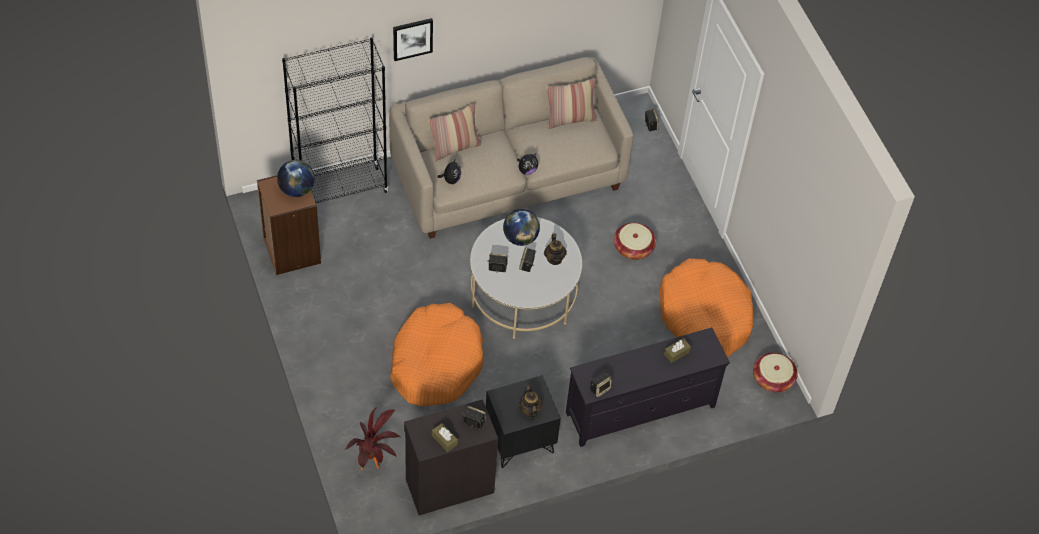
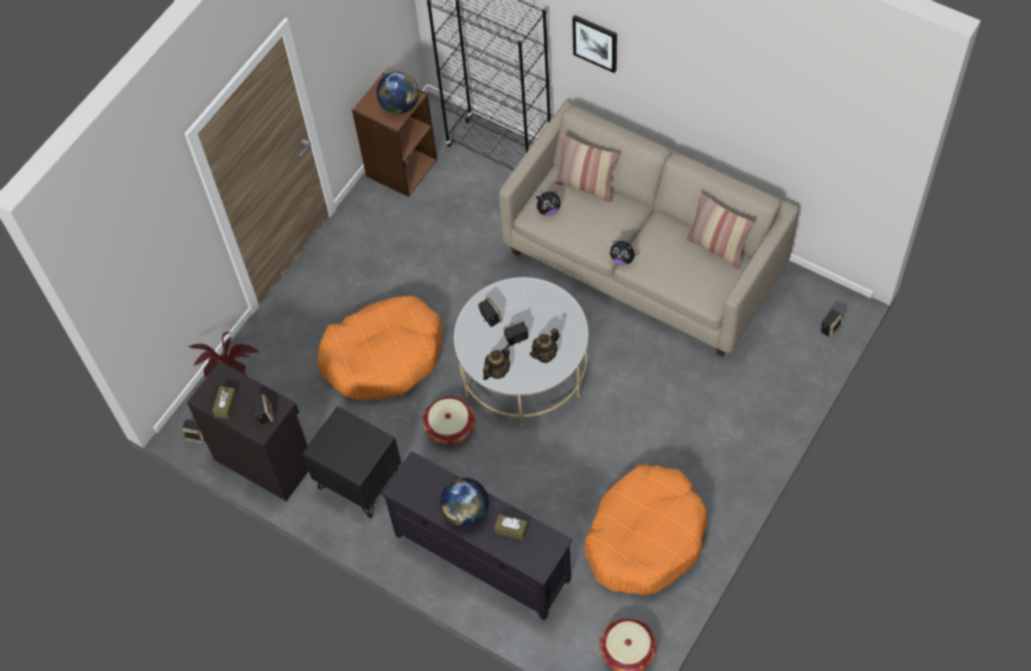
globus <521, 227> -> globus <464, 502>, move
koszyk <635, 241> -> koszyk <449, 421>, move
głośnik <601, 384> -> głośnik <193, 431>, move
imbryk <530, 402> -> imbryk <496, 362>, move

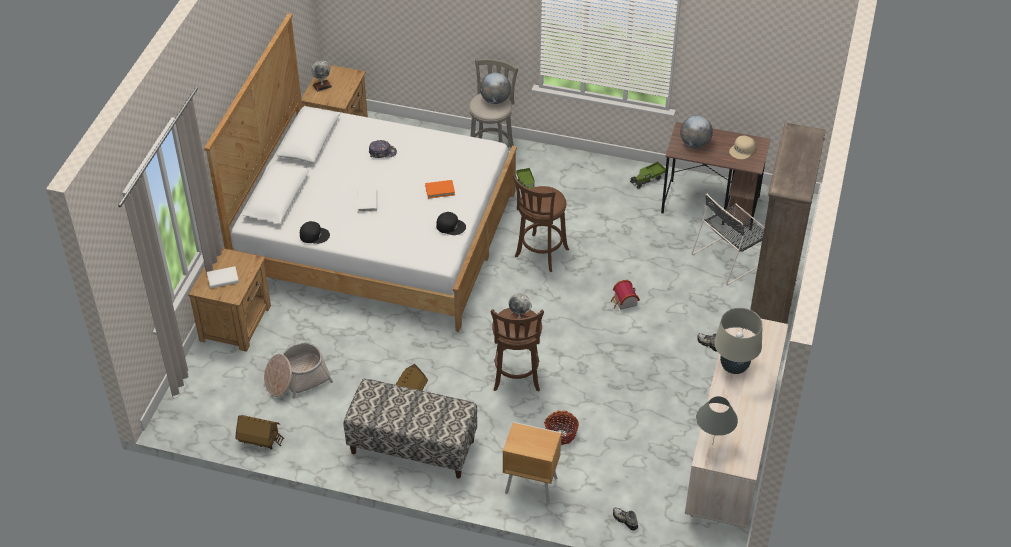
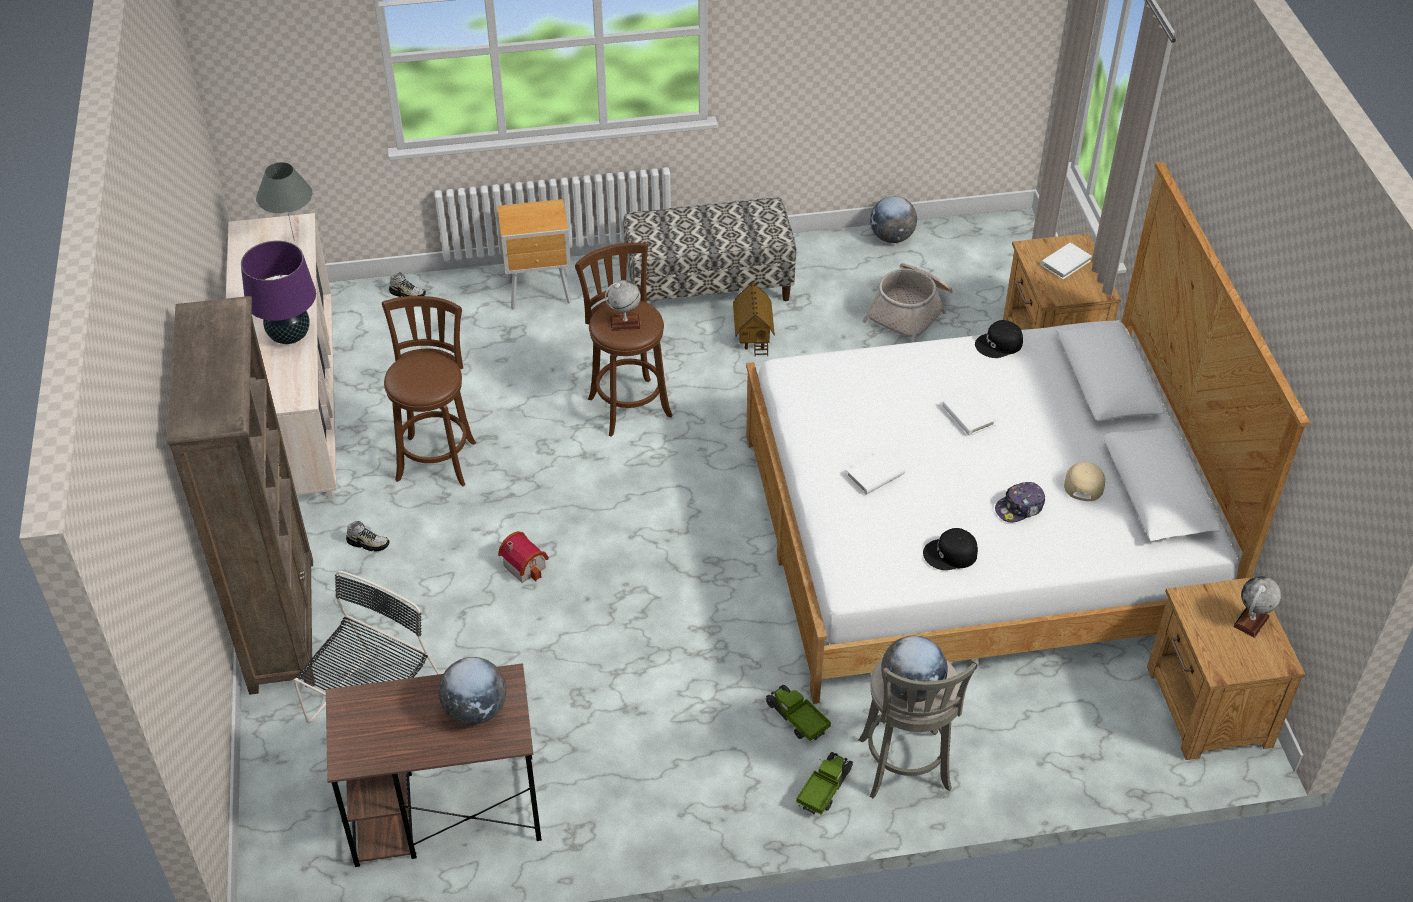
czapka z daszkiem [beżowy] <742, 147> -> czapka z daszkiem [beżowy] <1085, 481>, move
ciężarówka zabawkowa <648, 175> -> ciężarówka zabawkowa <824, 783>, move
stołek [brązowy] <541, 223> -> stołek [brązowy] <429, 391>, move
książka [pomarańczowy] <440, 189> -> książka [biały] <875, 472>
czapka z daszkiem [czarny] <451, 223> -> czapka z daszkiem [czarny] <950, 549>, move
lampa stołowa [beżowy] <739, 341> -> lampa stołowa [fioletowy] <278, 292>
koszyk <561, 428> -> none
domek <259, 432> -> globus <893, 219>

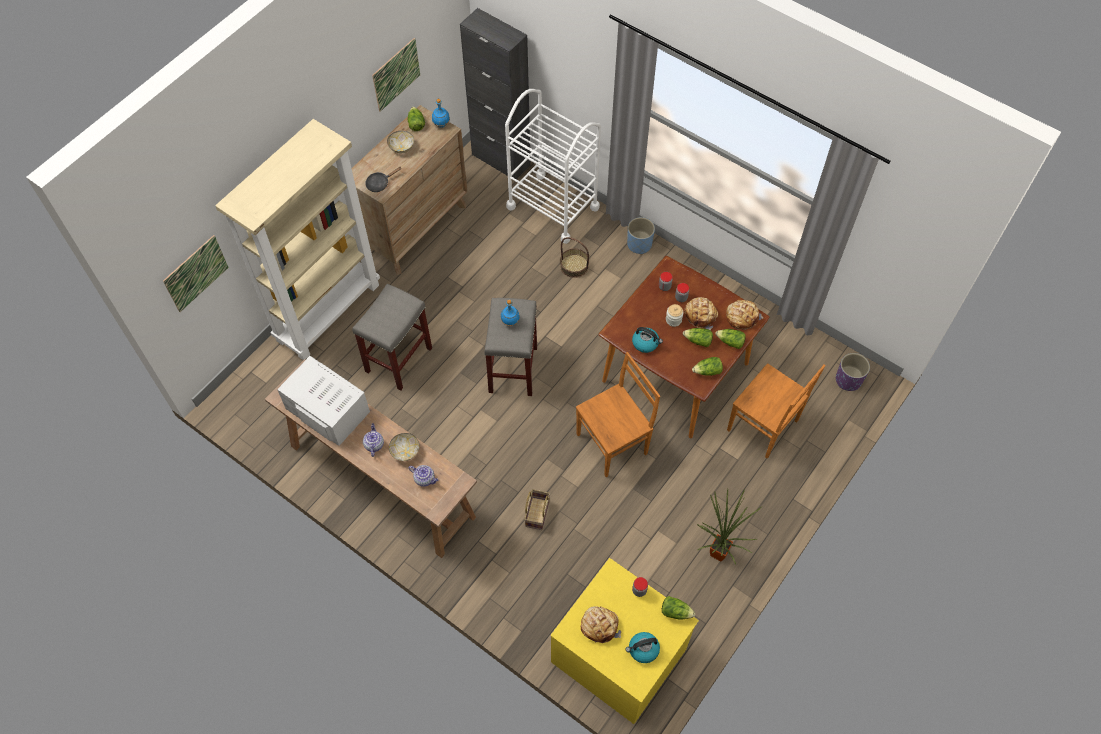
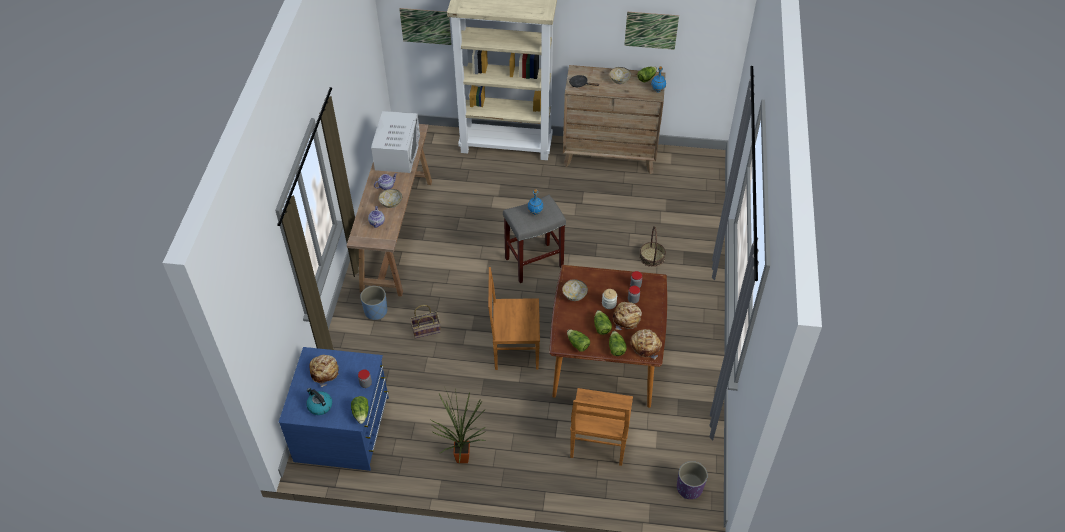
szafka [czarny] <495, 93> -> none
wózek [biały] <553, 166> -> none
donica [niebieski] <641, 235> -> donica [niebieski] <373, 303>, move
stołek [szary] <392, 337> -> none
czajnik <647, 340> -> miska <575, 290>
krzesło [brązowy] <618, 414> -> krzesło [brązowy] <514, 318>, 150 degrees clockwise
komoda [żółty] <625, 641> -> komoda [niebieski] <334, 409>

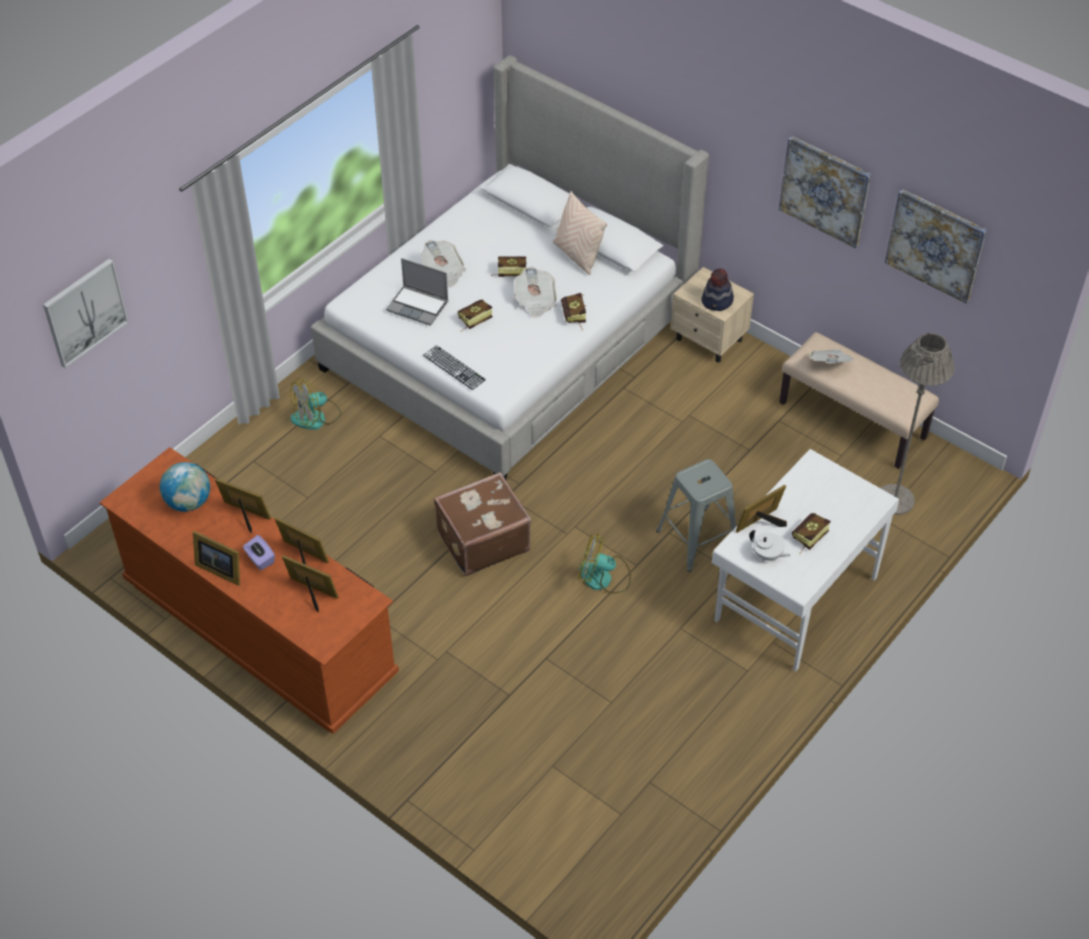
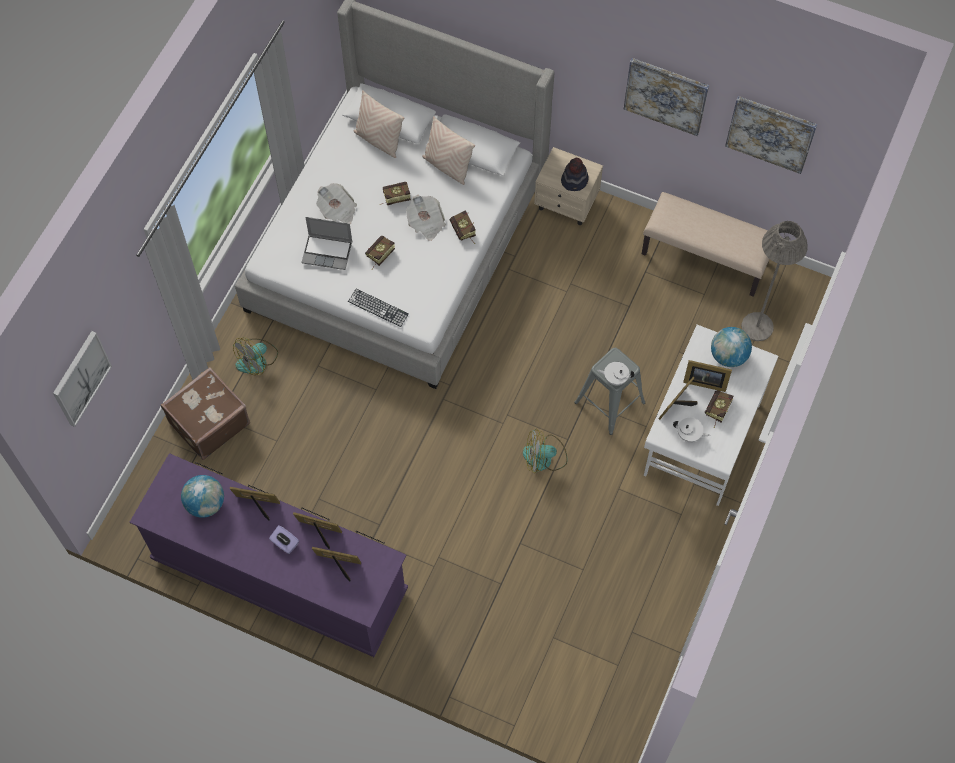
gazeta <831, 356> -> none
komoda [brązowy] <249, 590> -> komoda [fioletowy] <269, 555>
walizka [brązowy] <482, 524> -> walizka [brązowy] <205, 413>, move
ramka na zdjęcie <216, 558> -> ramka na zdjęcie <707, 376>, move
none -> poduszka [beżowy] <378, 124>
none -> globus <731, 347>
none -> imbryk [biały] <615, 373>

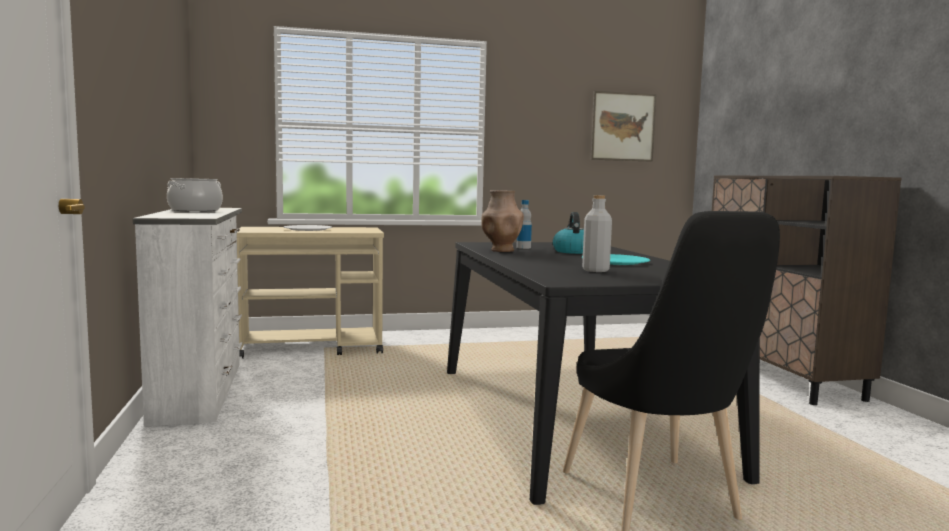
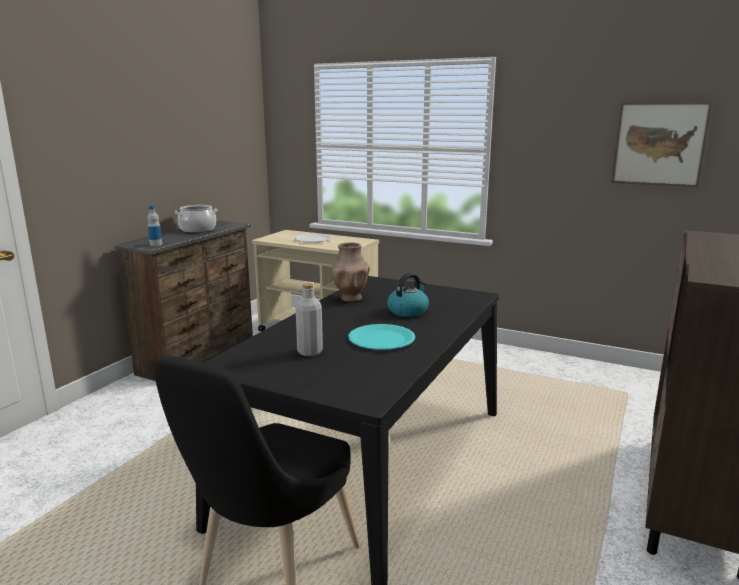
butelka <524, 224> -> butelka <154, 225>, move
komoda [biały] <187, 317> -> komoda [brązowy] <183, 300>

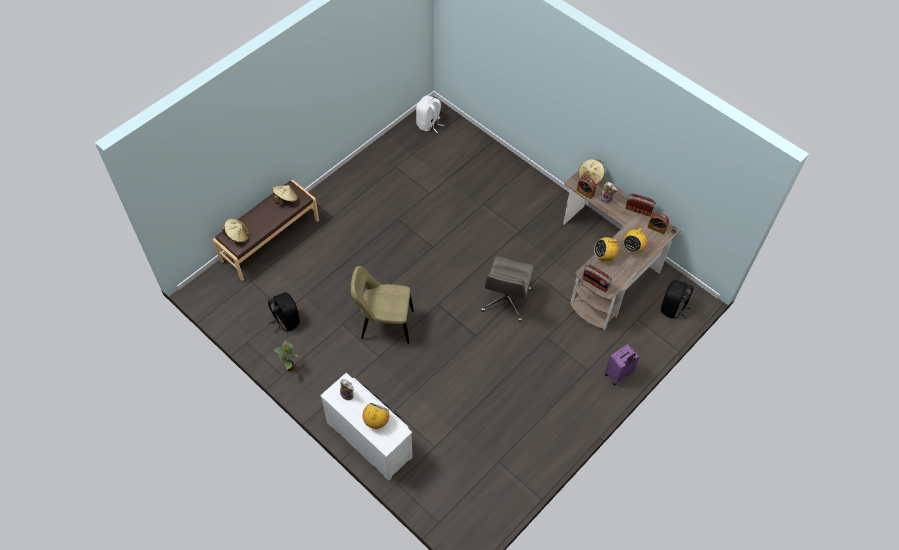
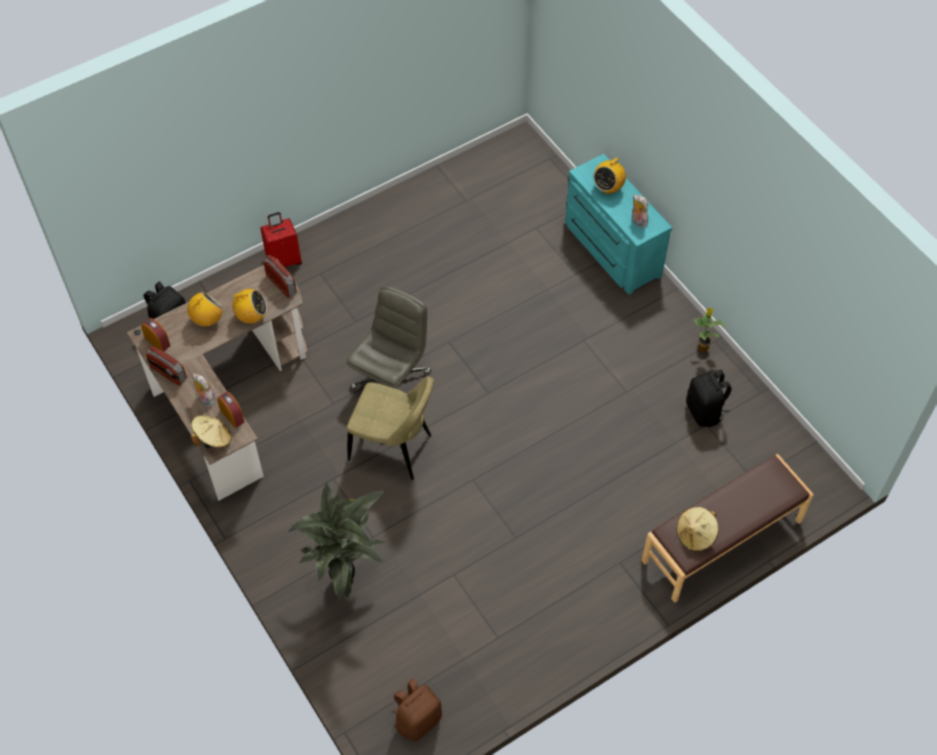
plecak [biały] <430, 114> -> plecak [brązowy] <417, 710>
kapelusz [beżowy] <235, 231> -> none
krzesło [beżowy] <382, 305> -> krzesło [beżowy] <390, 428>, move
walizka [fioletowy] <622, 365> -> walizka [czerwony] <281, 239>
komoda [biały] <366, 427> -> komoda [turkusowy] <618, 224>
none -> roślina doniczkowa <337, 541>

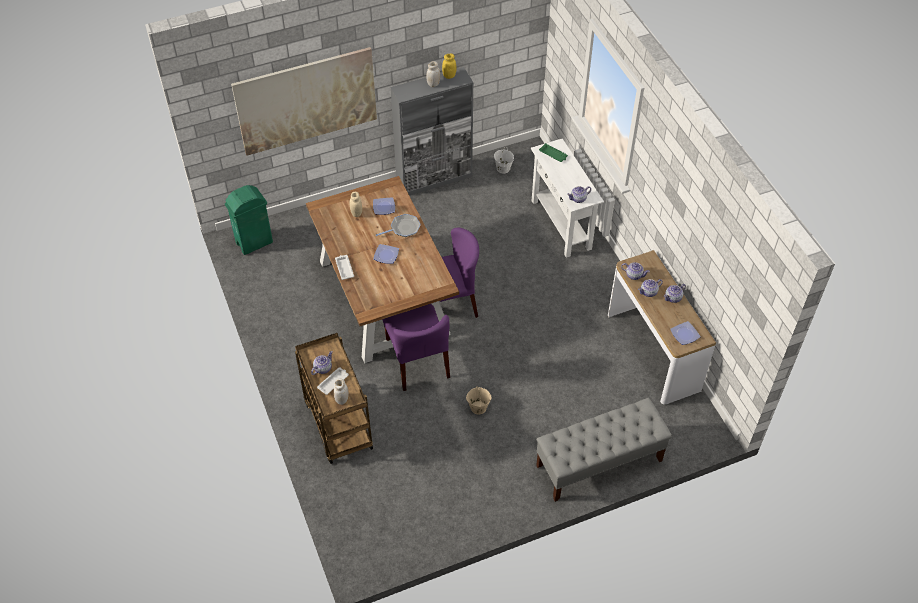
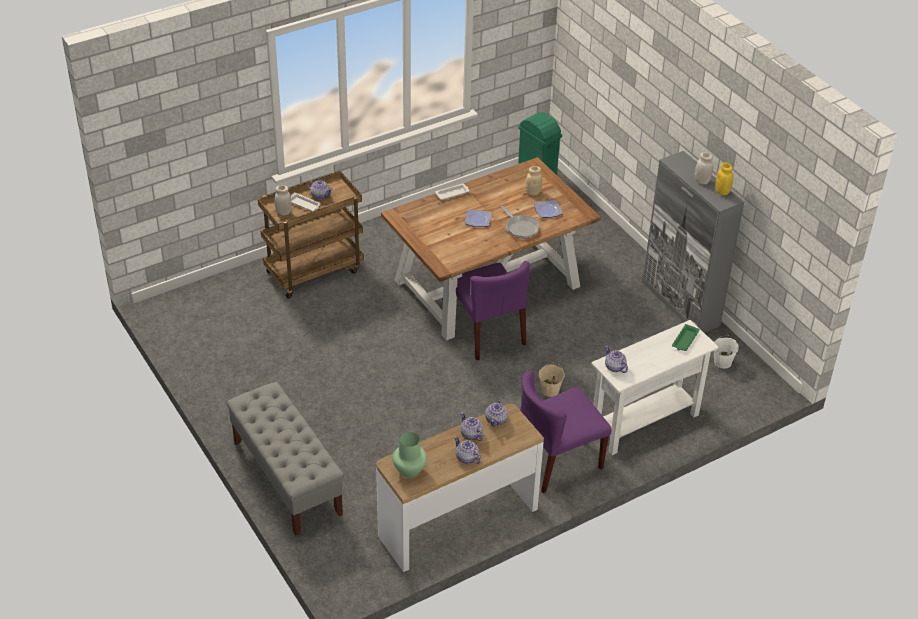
obraz <304, 101> -> none
krzesło [fioletowy] <416, 347> -> krzesło [fioletowy] <566, 432>, move
talerz <685, 333> -> wazon [zielony] <410, 454>
wiadro [beżowy] <478, 400> -> wiadro [beżowy] <552, 380>, move

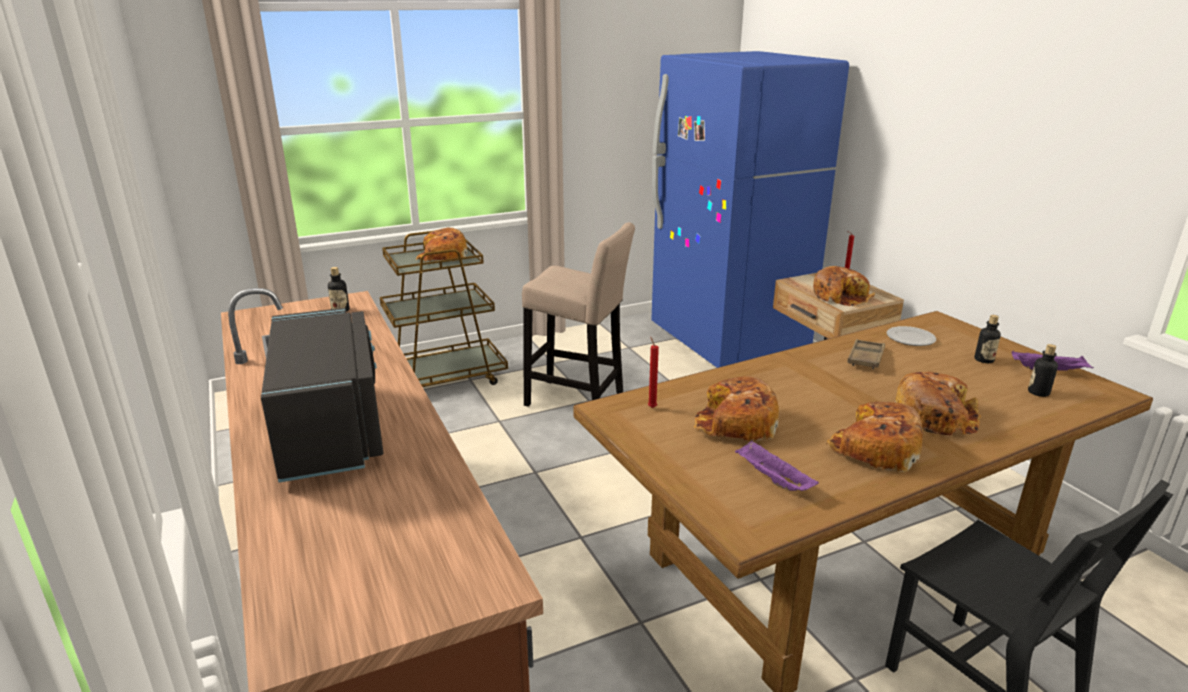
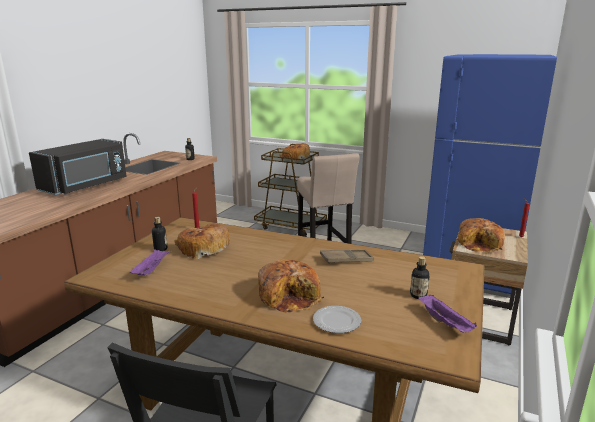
talerz <911, 336> -> talerz <337, 319>, move
butelka <1043, 370> -> butelka <159, 234>, move
chleb <875, 437> -> none

